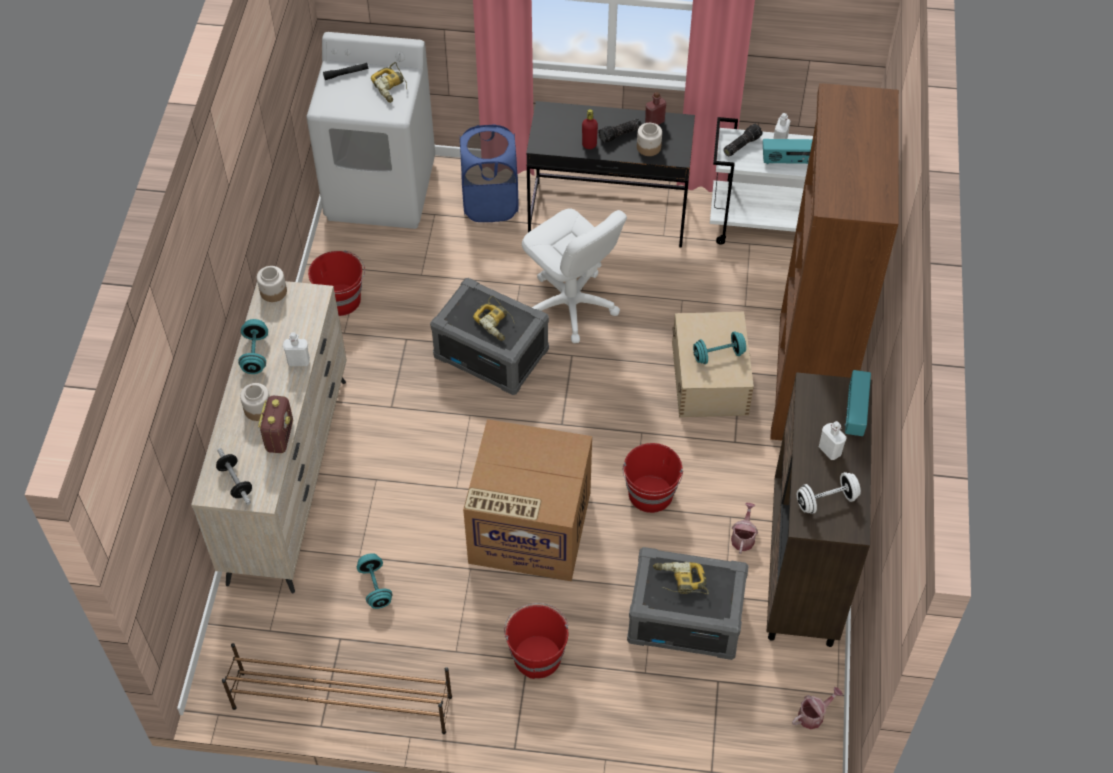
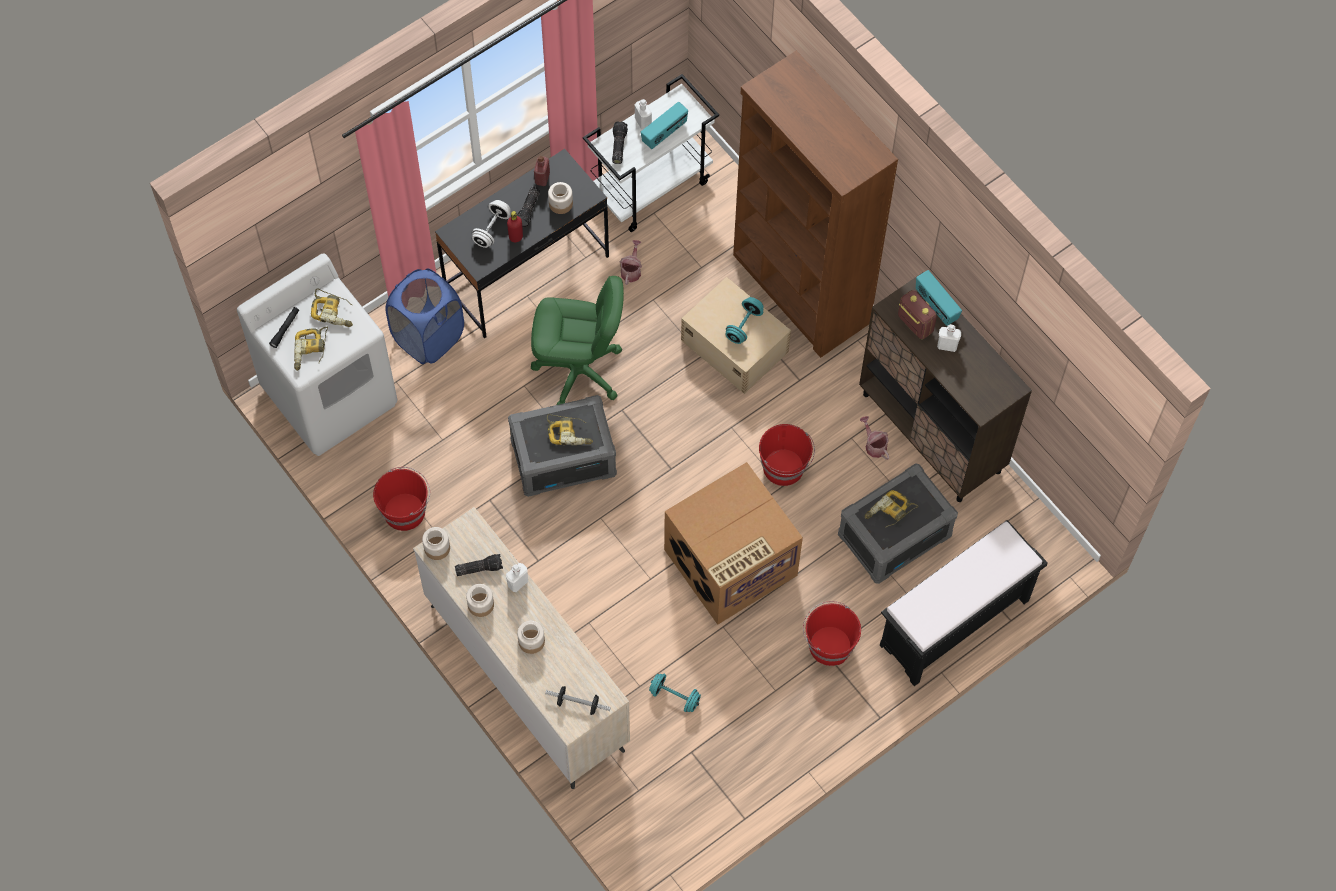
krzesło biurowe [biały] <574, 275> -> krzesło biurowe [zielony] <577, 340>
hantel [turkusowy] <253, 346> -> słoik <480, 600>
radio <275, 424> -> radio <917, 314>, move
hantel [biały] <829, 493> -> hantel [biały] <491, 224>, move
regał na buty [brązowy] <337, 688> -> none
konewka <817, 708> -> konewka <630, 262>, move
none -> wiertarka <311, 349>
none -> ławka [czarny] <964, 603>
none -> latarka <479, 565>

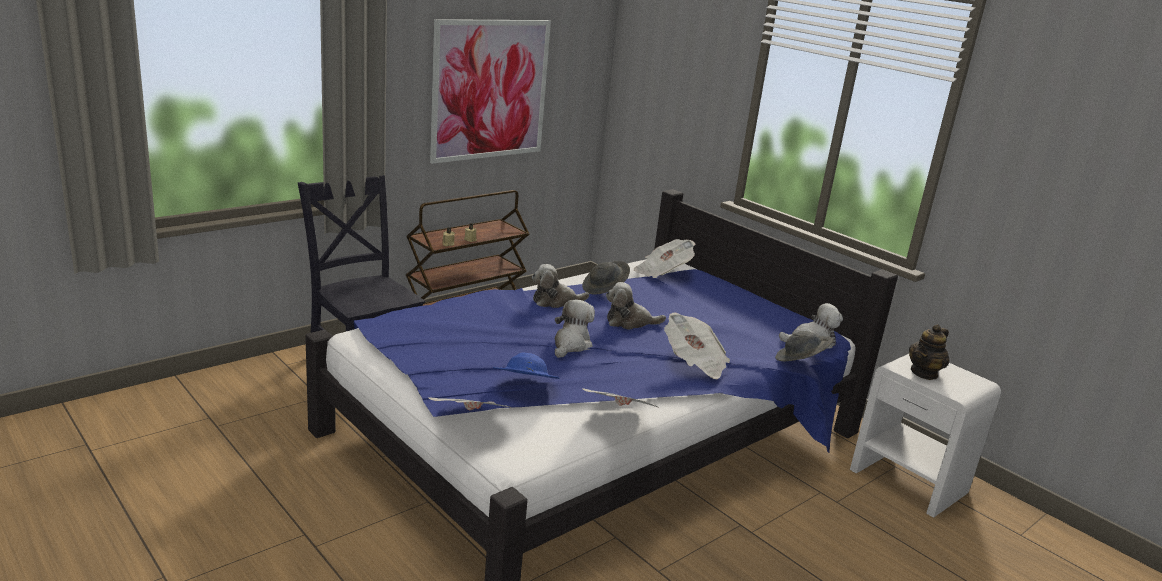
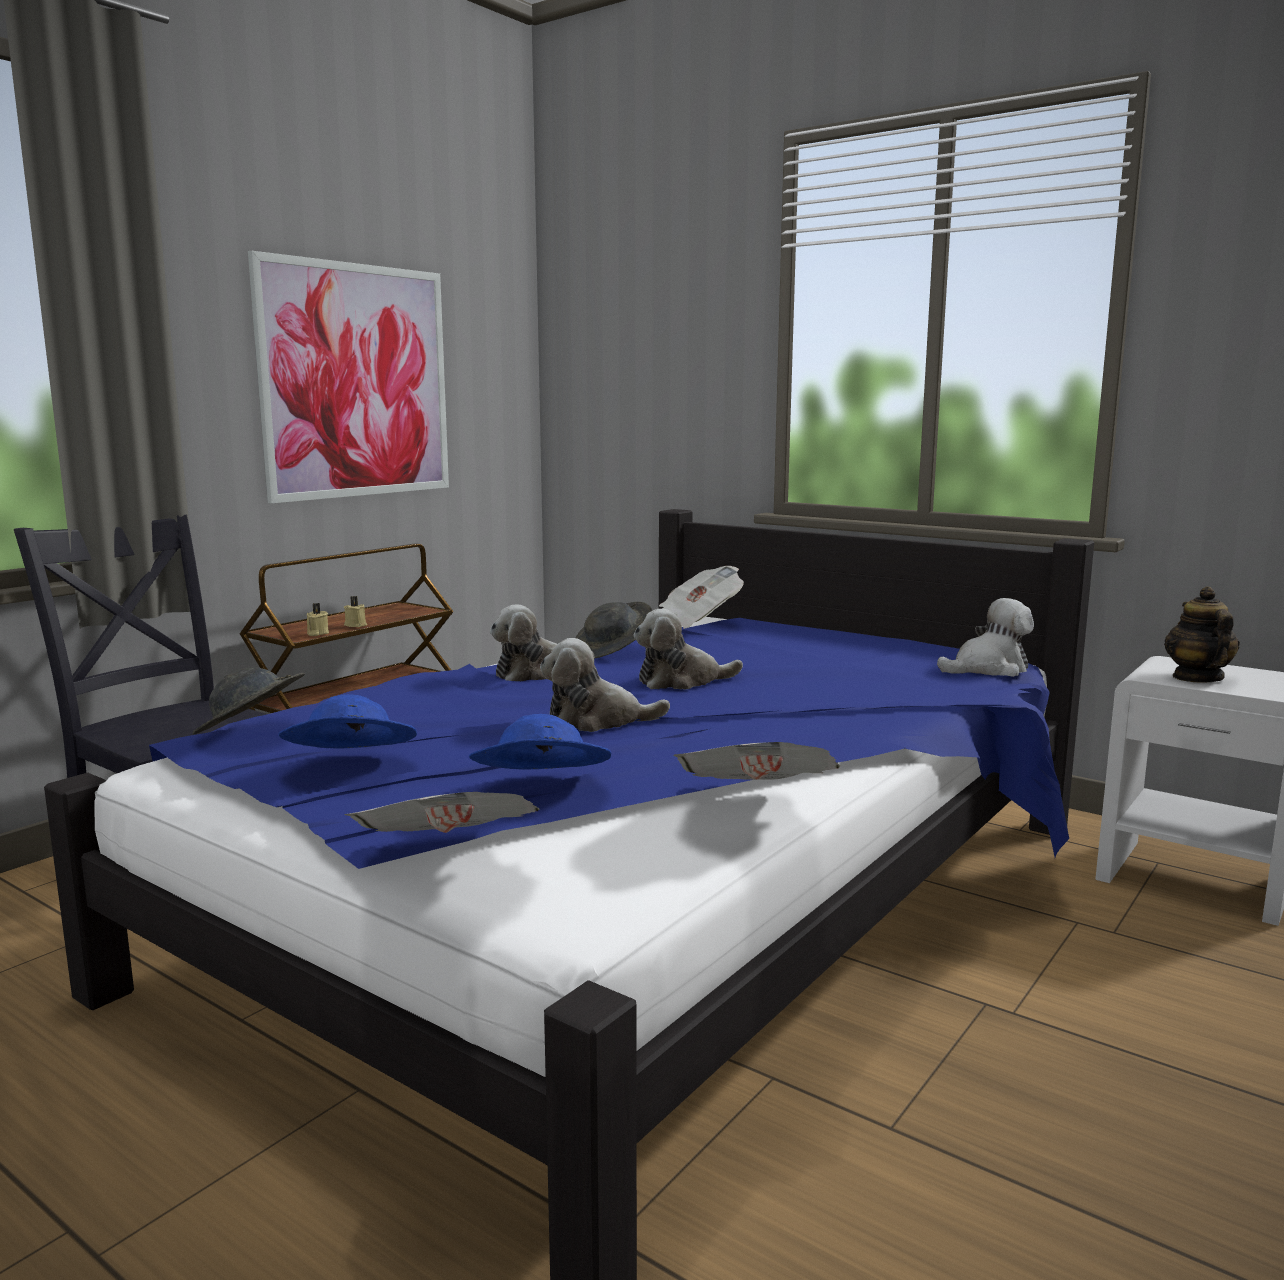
pluszak <575, 328> -> pluszak <605, 685>, 105 degrees counterclockwise
gazeta <697, 346> -> none
imbryk <929, 352> -> imbryk <1202, 634>, 150 degrees clockwise
kapelusz [szary] <804, 346> -> kapelusz [szary] <249, 700>, move
none -> kapelusz [niebieski] <348, 721>

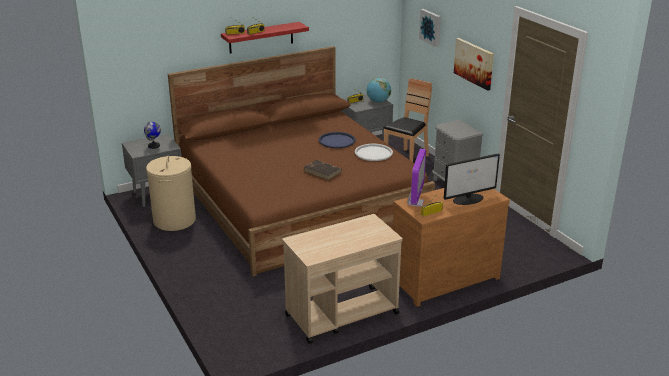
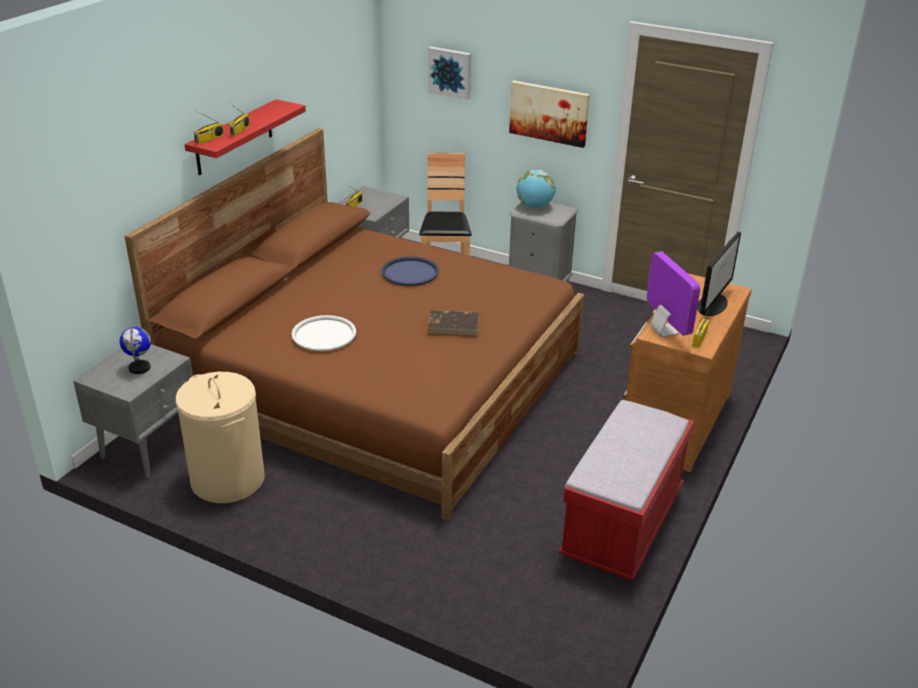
globus <378, 90> -> globus <536, 189>, move
taca [biały] <374, 152> -> taca [biały] <324, 333>, move
wózek [beżowy] <342, 279> -> ławka [czerwony] <626, 490>

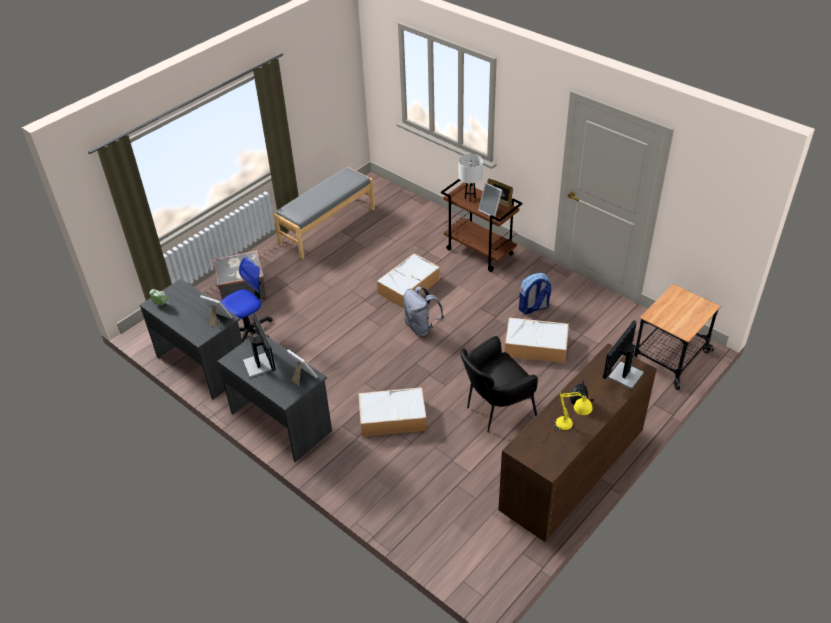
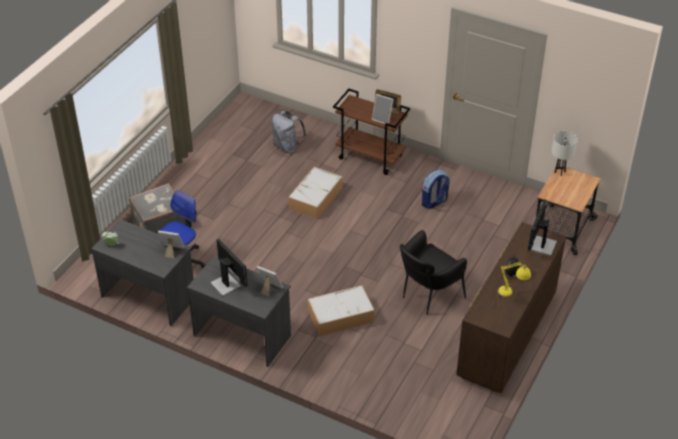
lampa stołowa [biały] <471, 177> -> lampa stołowa [biały] <565, 153>, move
ławka [szary] <324, 213> -> none
plecak [szary] <423, 311> -> plecak [szary] <289, 132>, move
pojemnik do przechowywania <537, 340> -> none

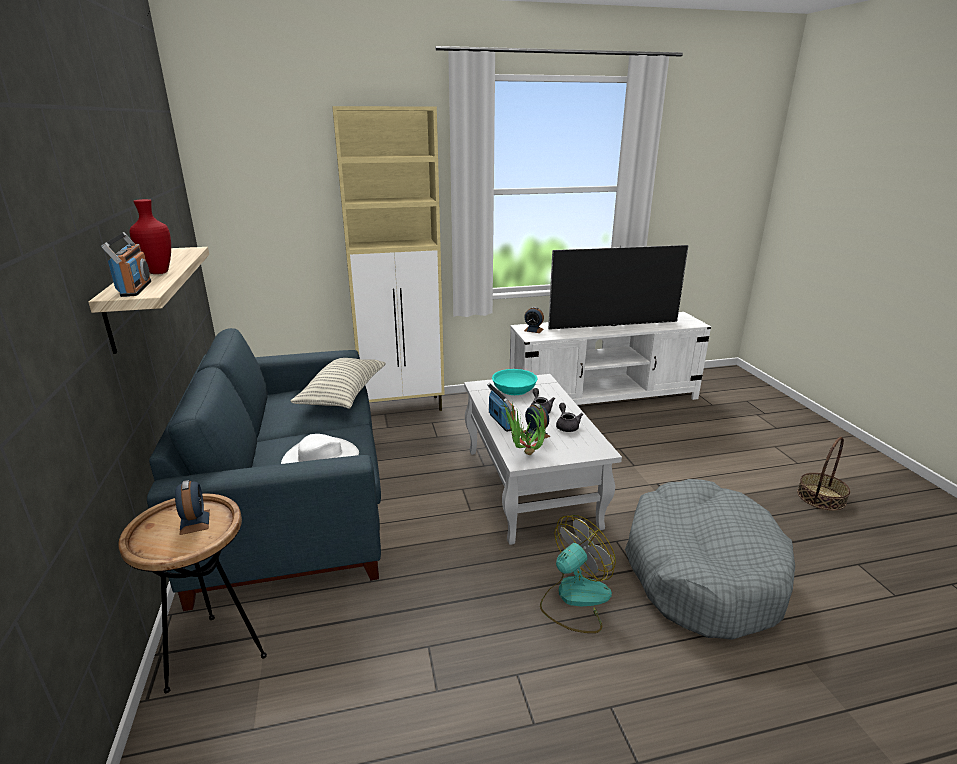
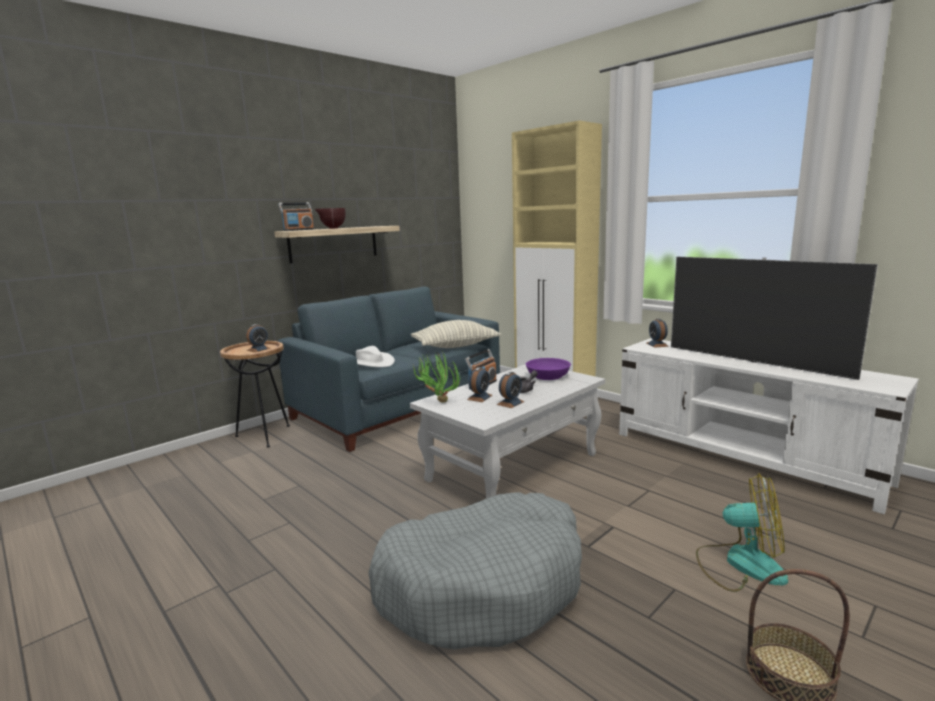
wazon [czerwony] <150, 236> -> miska [brązowy] <330, 218>
miska [turkusowy] <515, 382> -> miska [fioletowy] <548, 369>
imbryk [szary] <569, 417> -> budzik <510, 390>
wentylator <578, 574> -> wentylator <742, 532>, move

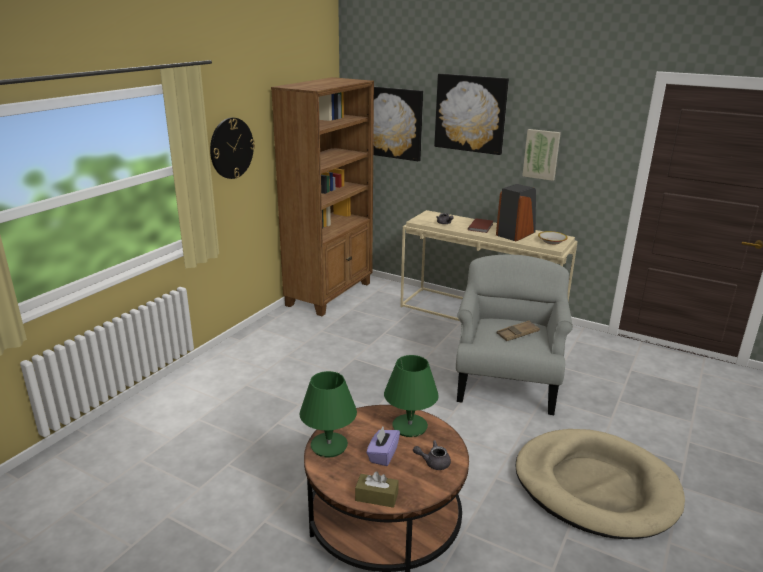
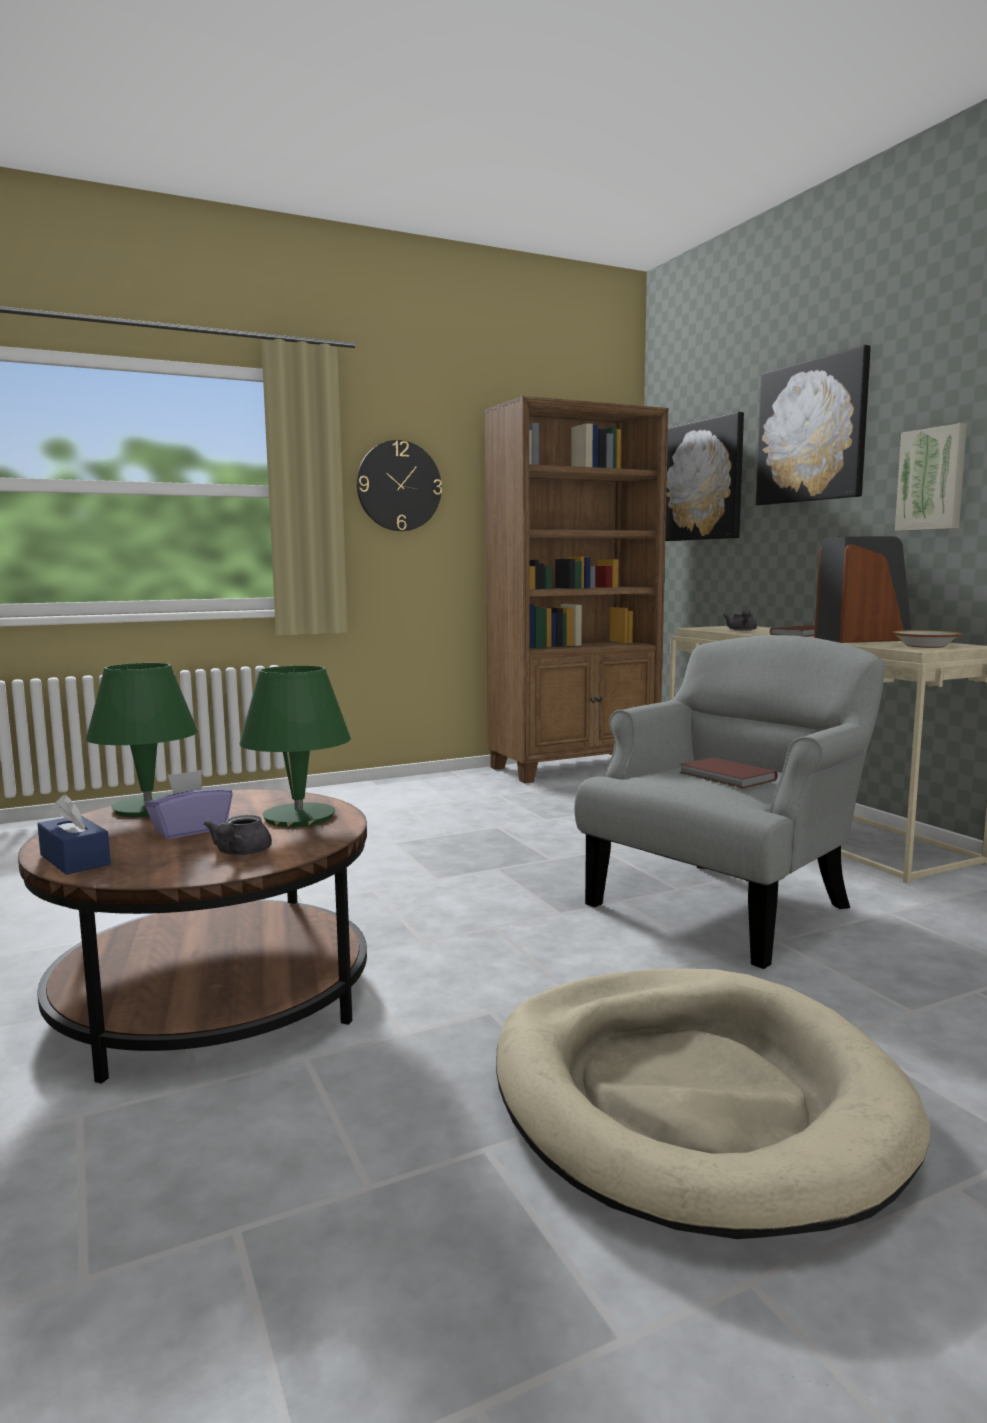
taca [brązowy] <518, 330> -> książka [brązowy] <728, 772>
imbryk [szary] <432, 455> -> imbryk [szary] <238, 835>, 120 degrees counterclockwise
pudełko chusteczek [brązowy] <377, 489> -> pudełko chusteczek [niebieski] <74, 834>

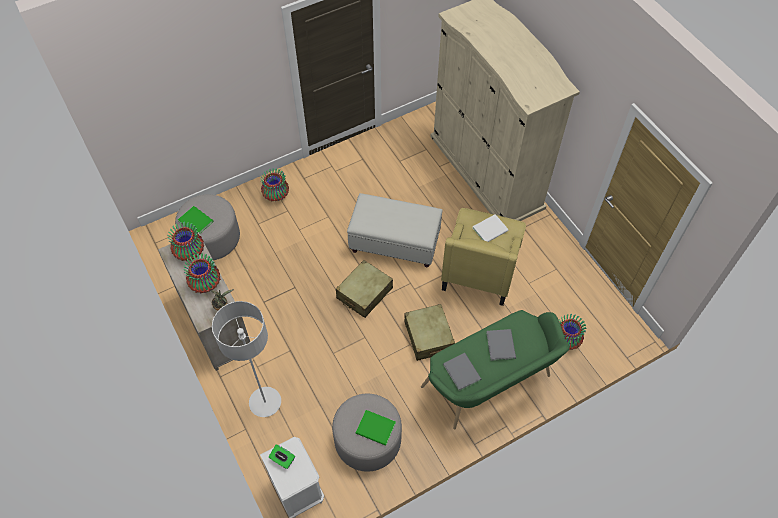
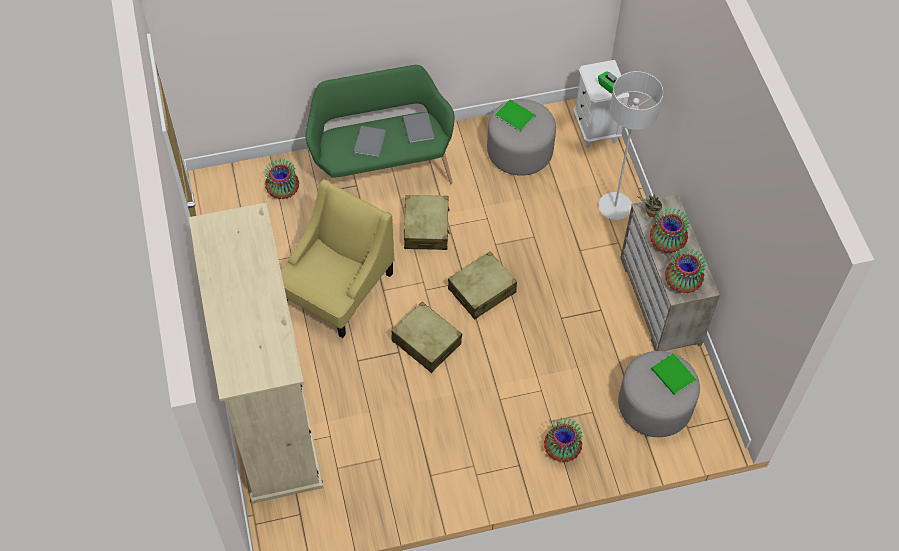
pufa [biały] <394, 230> -> walizka [beżowy] <426, 337>
książka [biały] <491, 228> -> none

